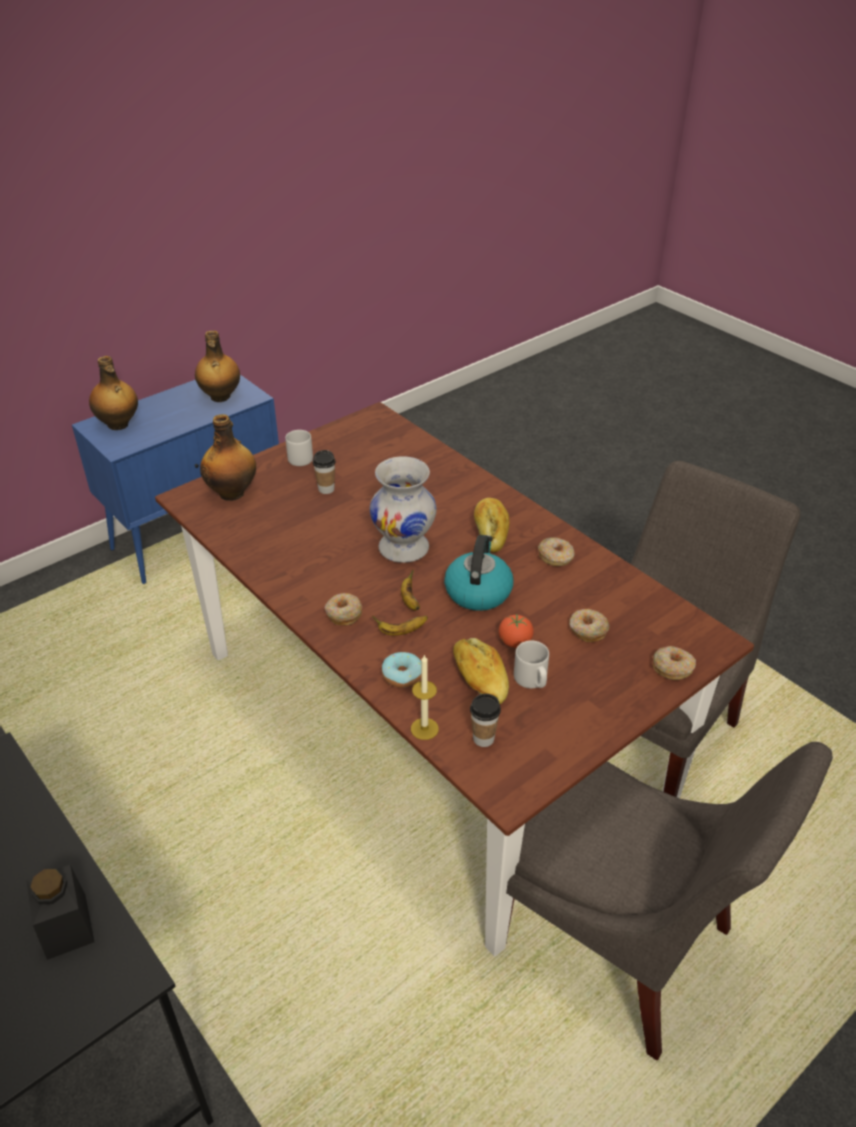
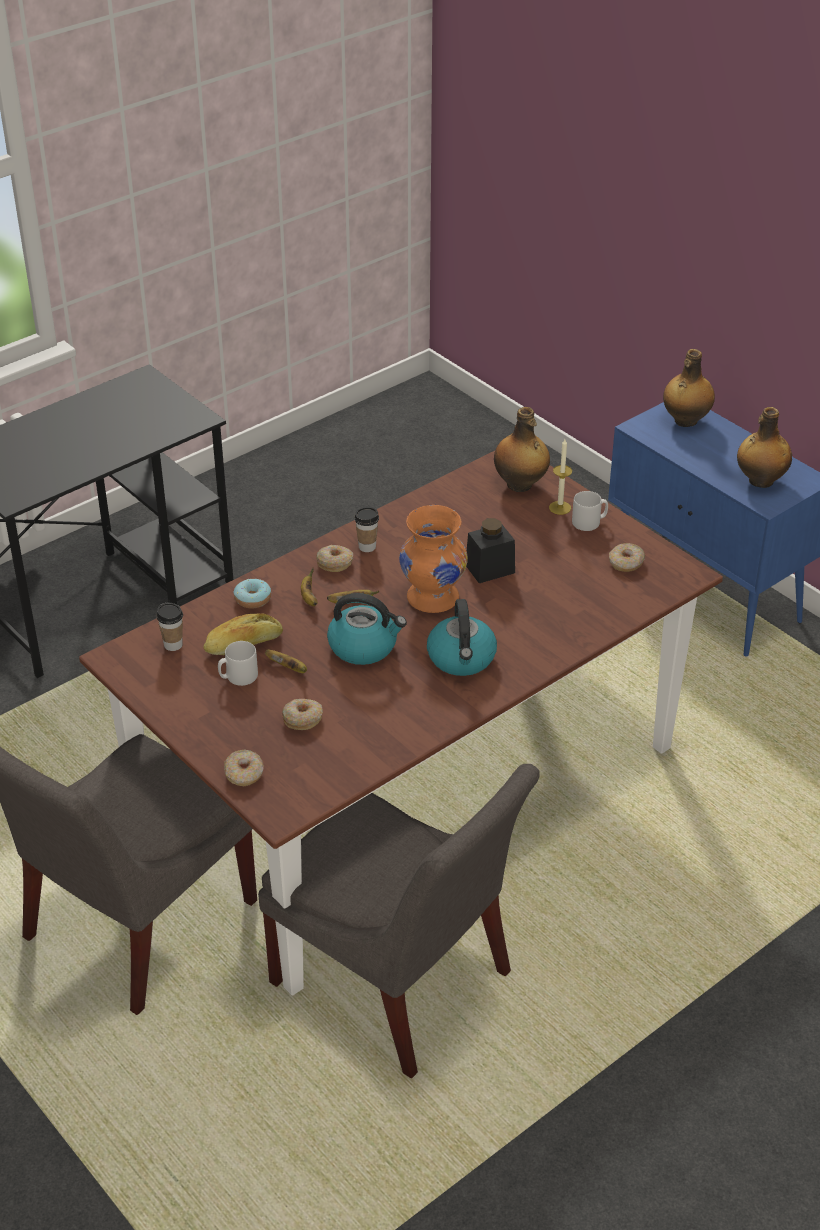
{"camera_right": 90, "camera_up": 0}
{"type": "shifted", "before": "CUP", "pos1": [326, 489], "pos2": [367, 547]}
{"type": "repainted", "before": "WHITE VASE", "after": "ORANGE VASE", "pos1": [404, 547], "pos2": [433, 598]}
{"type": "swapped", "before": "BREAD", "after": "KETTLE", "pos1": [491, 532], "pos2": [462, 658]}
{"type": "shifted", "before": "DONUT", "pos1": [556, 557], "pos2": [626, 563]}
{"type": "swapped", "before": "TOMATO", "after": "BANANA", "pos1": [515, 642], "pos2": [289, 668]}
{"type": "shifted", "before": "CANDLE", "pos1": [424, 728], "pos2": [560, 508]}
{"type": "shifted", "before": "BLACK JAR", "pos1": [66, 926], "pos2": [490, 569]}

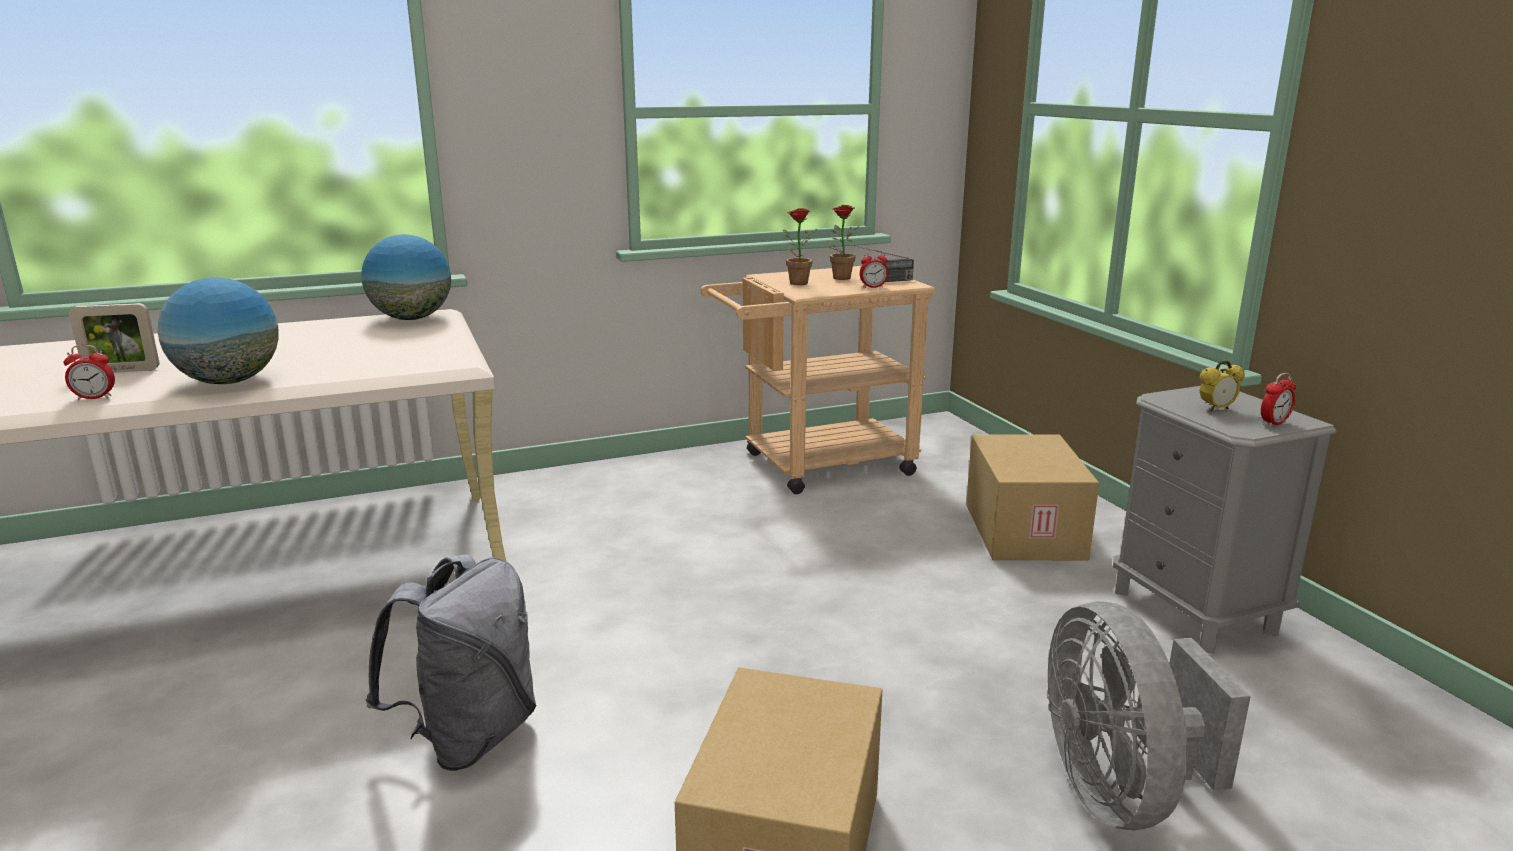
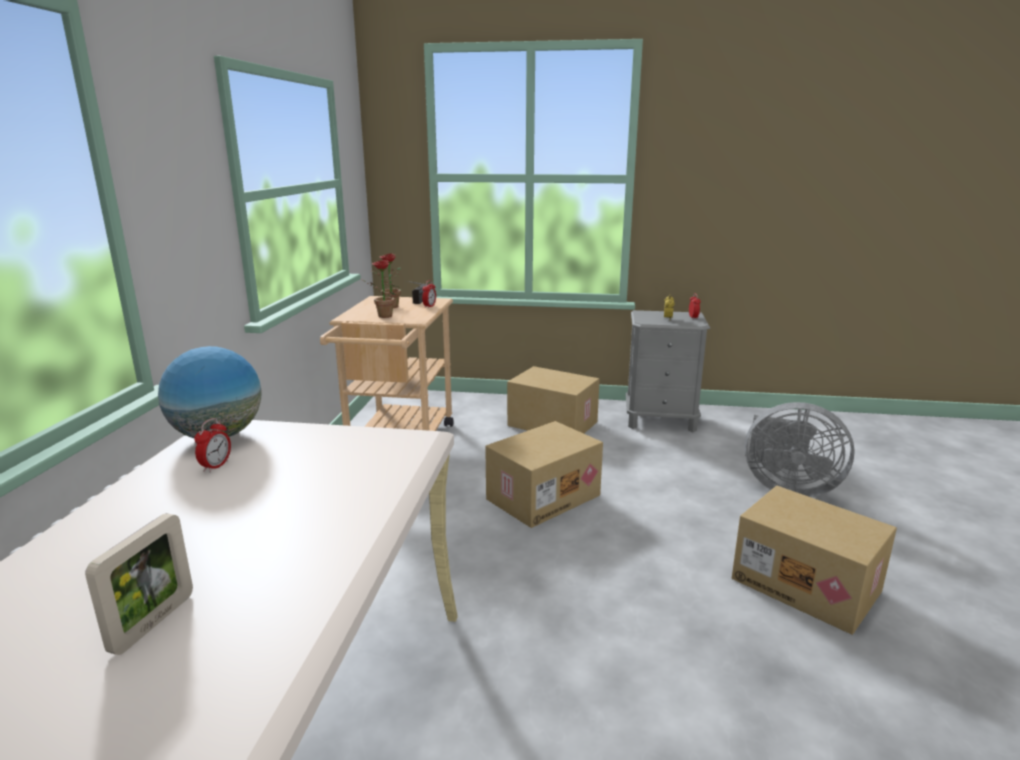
{"camera_right": -60, "camera_up": 0}
{"type": "gone", "before": "GLOBE", "pos1": [229, 382]}
{"type": "shifted", "before": "ALARM CLOCK", "pos1": [95, 398], "pos2": [216, 466]}
{"type": "gone", "before": "GREY BACKPACK", "pos1": [469, 737]}
{"type": "new", "after": "CARDBOARD BOX", "pos2": [543, 496]}

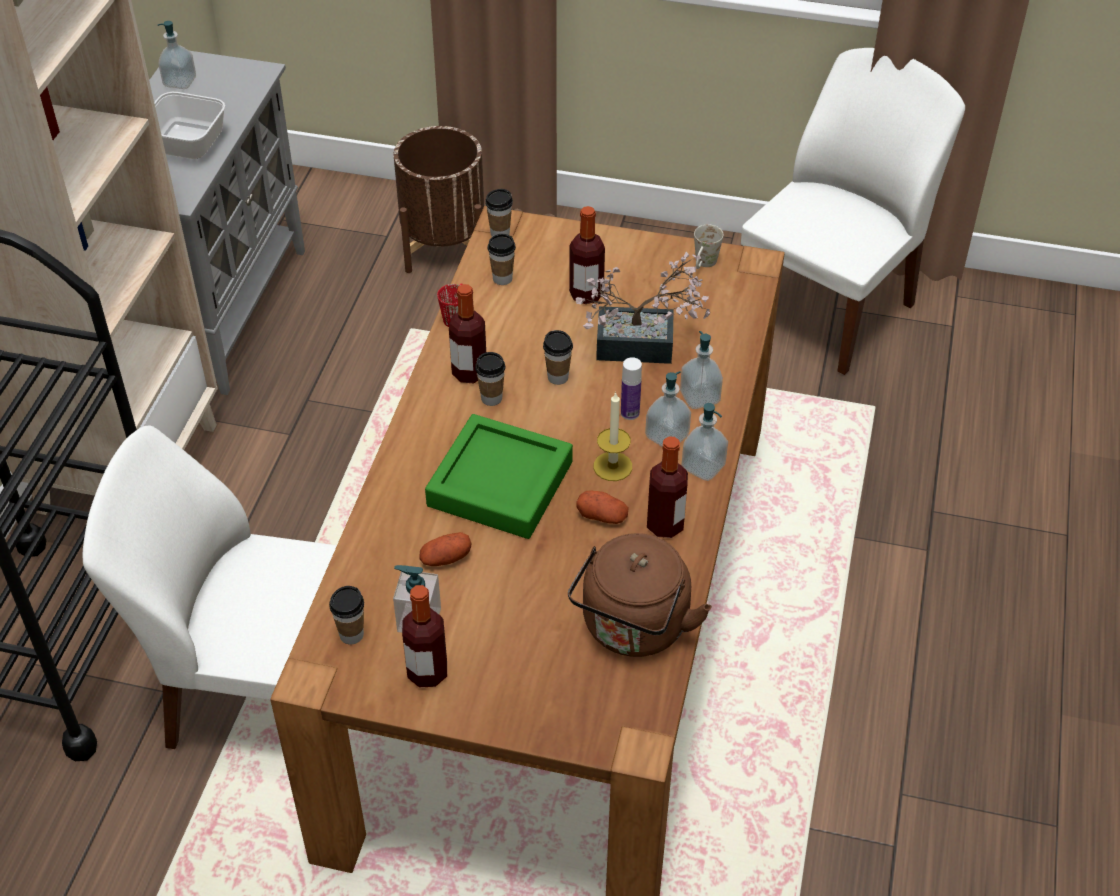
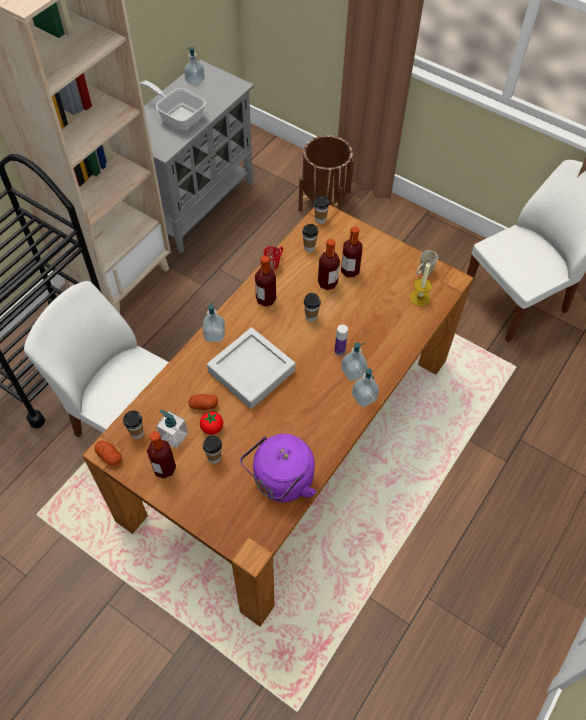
{"camera_right": 20, "camera_up": 10}
{"type": "gone", "before": "POTTED PLANT", "pos1": [645, 346]}
{"type": "shifted", "before": "SOAP DISPENSER", "pos1": [699, 397], "pos2": [214, 335]}
{"type": "shifted", "before": "CUP", "pos1": [491, 398], "pos2": [214, 457]}
{"type": "shifted", "before": "CANDLE", "pos1": [612, 466], "pos2": [419, 298]}
{"type": "repainted", "before": "GREEN TRAY", "after": "GREY TRAY", "pos1": [500, 484], "pos2": [251, 371]}
{"type": "shifted", "before": "BOTTLE", "pos1": [665, 525], "pos2": [327, 283]}
{"type": "shifted", "before": "POTATO", "pos1": [602, 516], "pos2": [109, 456]}
{"type": "repainted", "before": "BROWN KETTLE", "after": "PURPLE KETTLE", "pos1": [633, 629], "pos2": [281, 482]}
{"type": "new", "after": "TOMATO", "pos2": [212, 428]}

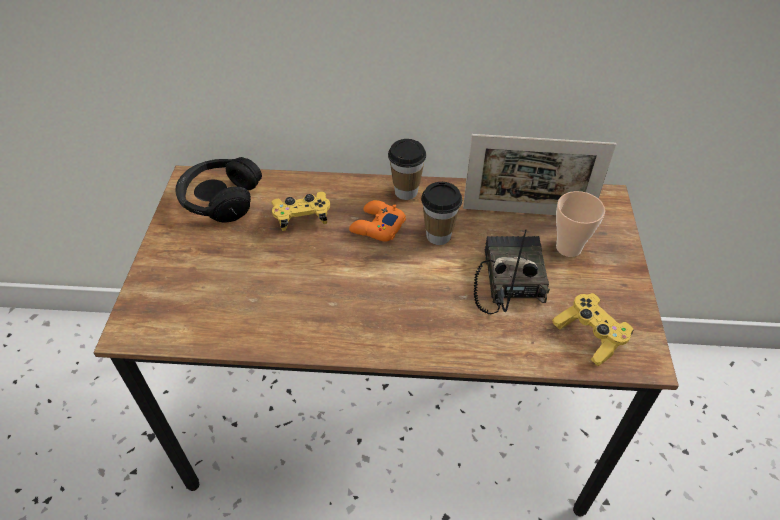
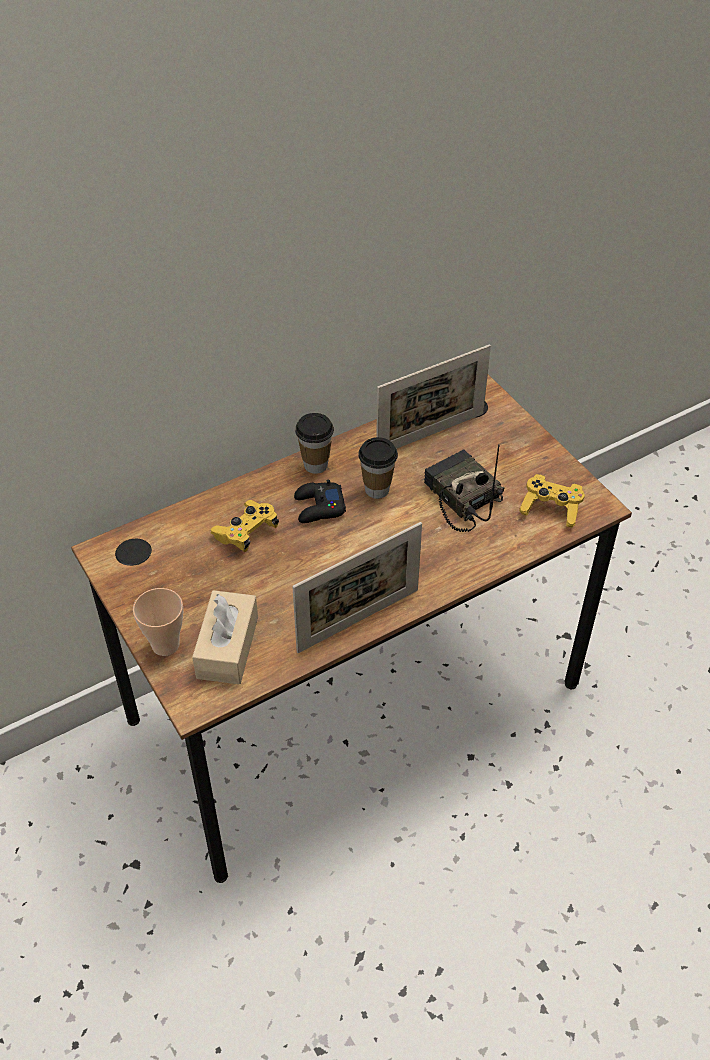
{"camera_right": -35, "camera_up": 0}
{"type": "gone", "before": "BLACK HEADPHONES", "pos1": [220, 199]}
{"type": "shifted", "before": "CUP", "pos1": [568, 247], "pos2": [165, 644]}
{"type": "repainted", "before": "ORANGE GAME CONTROLLER", "after": "BLACK GAME CONTROLLER", "pos1": [377, 226], "pos2": [319, 507]}
{"type": "new", "after": "PICTURE FRAME", "pos2": [358, 620]}
{"type": "new", "after": "BEIGE TISSUE BOX", "pos2": [227, 647]}

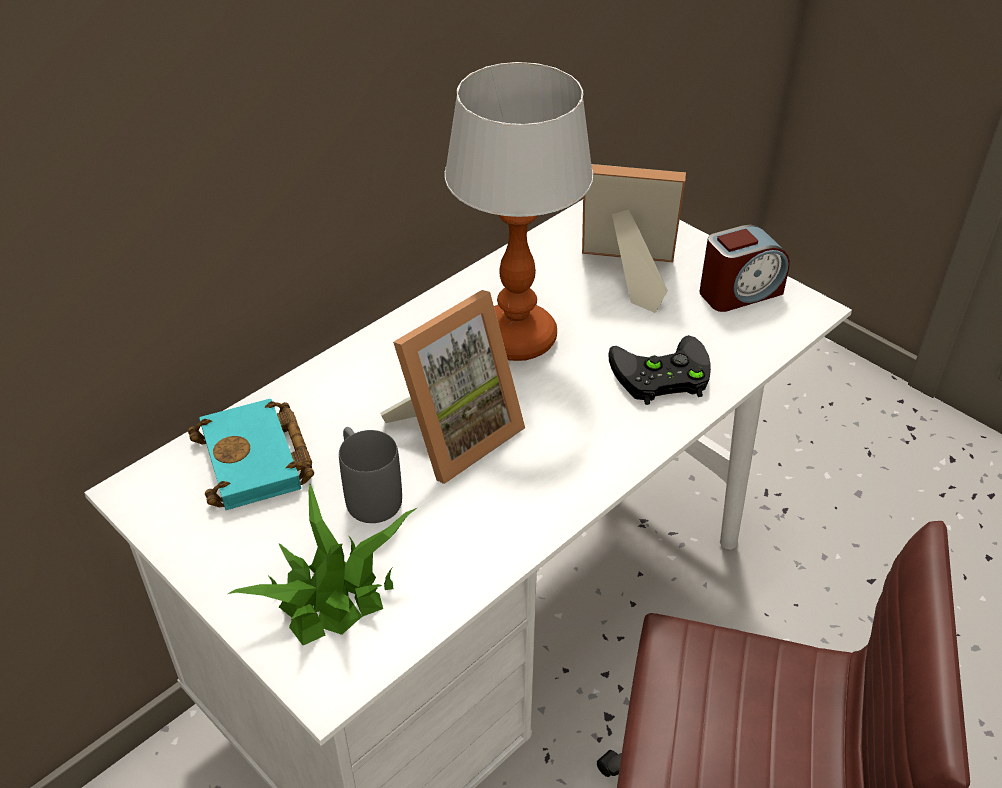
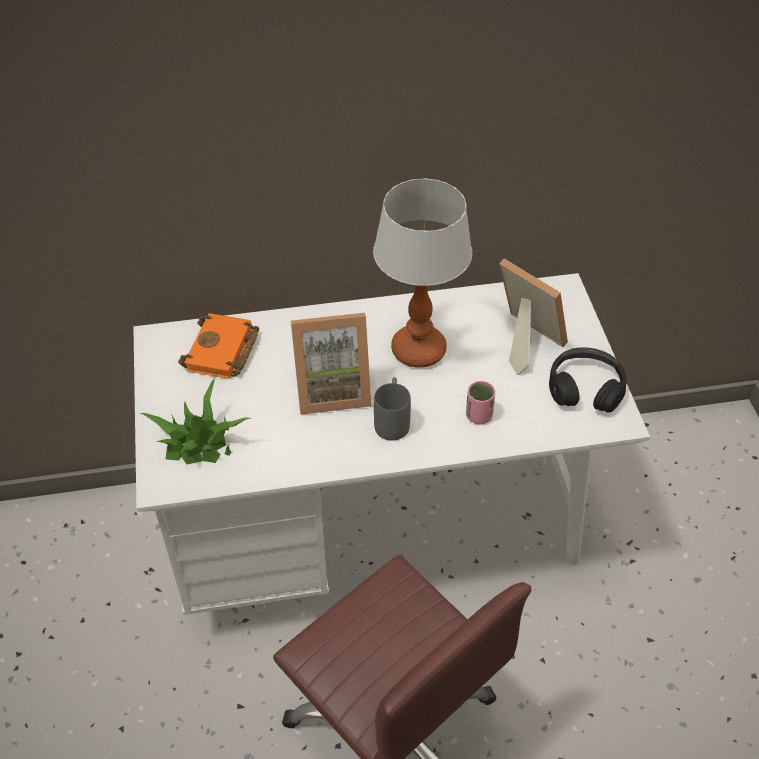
{"camera_right": 35, "camera_up": 5}
{"type": "swapped", "before": "ALARM CLOCK", "after": "BLACK HEADPHONES", "pos1": [739, 292], "pos2": [585, 388]}
{"type": "swapped", "before": "BLACK GAME CONTROLLER", "after": "PINK CUP", "pos1": [659, 376], "pos2": [478, 416]}
{"type": "repainted", "before": "TURQUOISE BOOK", "after": "ORANGE BOOK", "pos1": [258, 462], "pos2": [222, 352]}
{"type": "shifted", "before": "GREY MUG", "pos1": [368, 493], "pos2": [392, 420]}

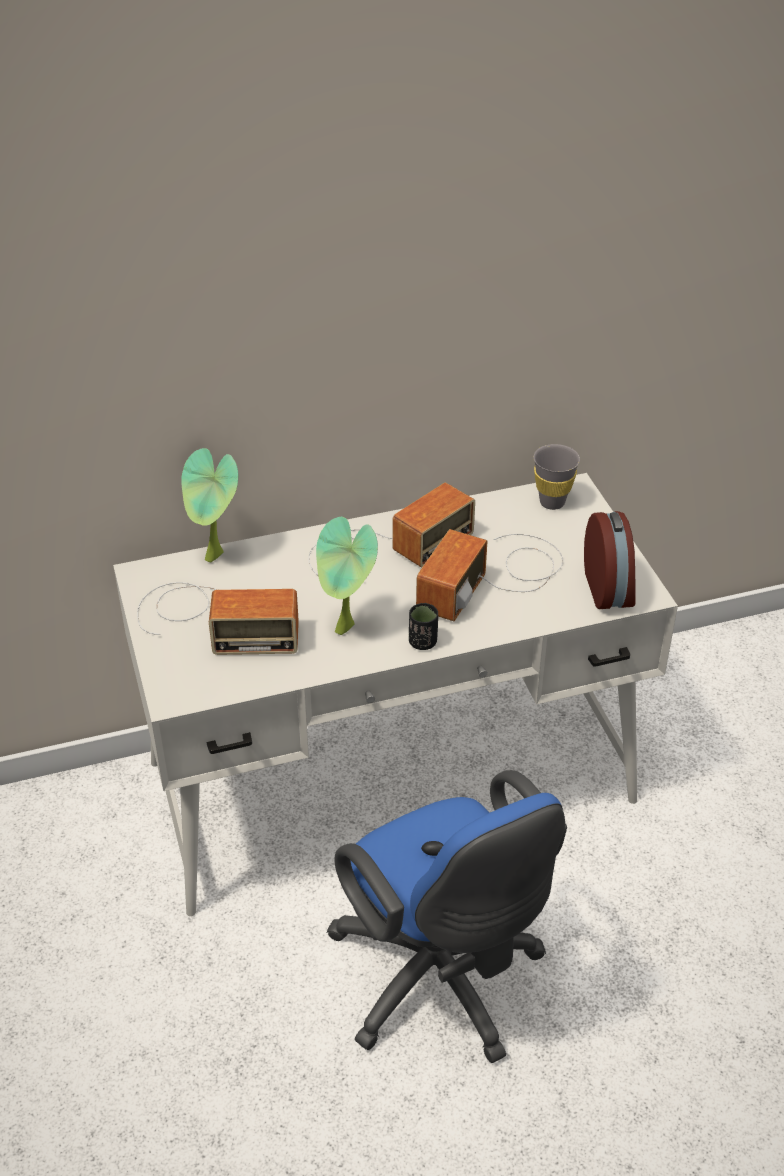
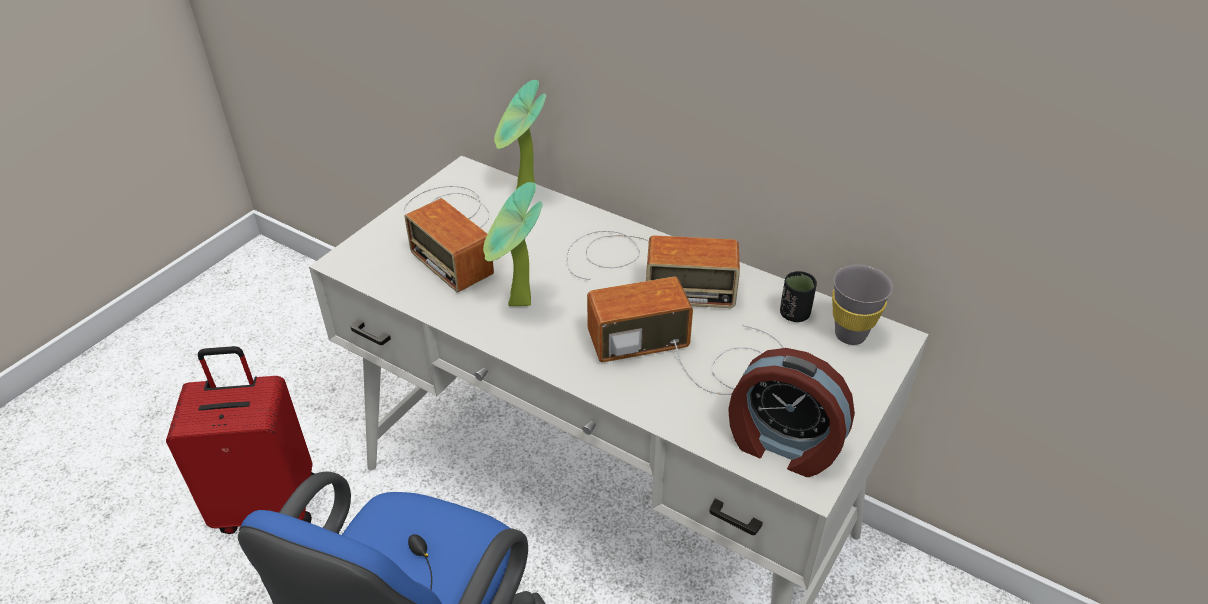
{"camera_right": 50, "camera_up": 0}
{"type": "rotated", "before": "ALARM CLOCK", "pos1": [609, 588], "pos2": [782, 446], "turn": 75}
{"type": "shifted", "before": "BLACK CUP", "pos1": [423, 642], "pos2": [794, 314]}
{"type": "new", "after": "RED SUITCASE", "pos2": [268, 504]}

